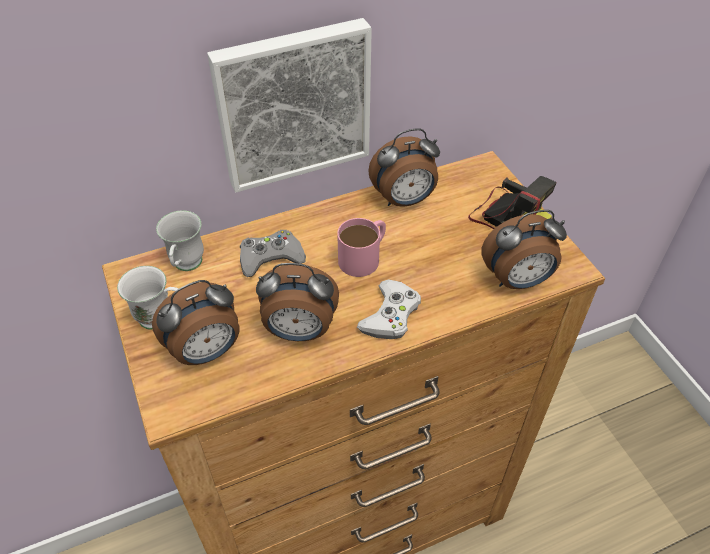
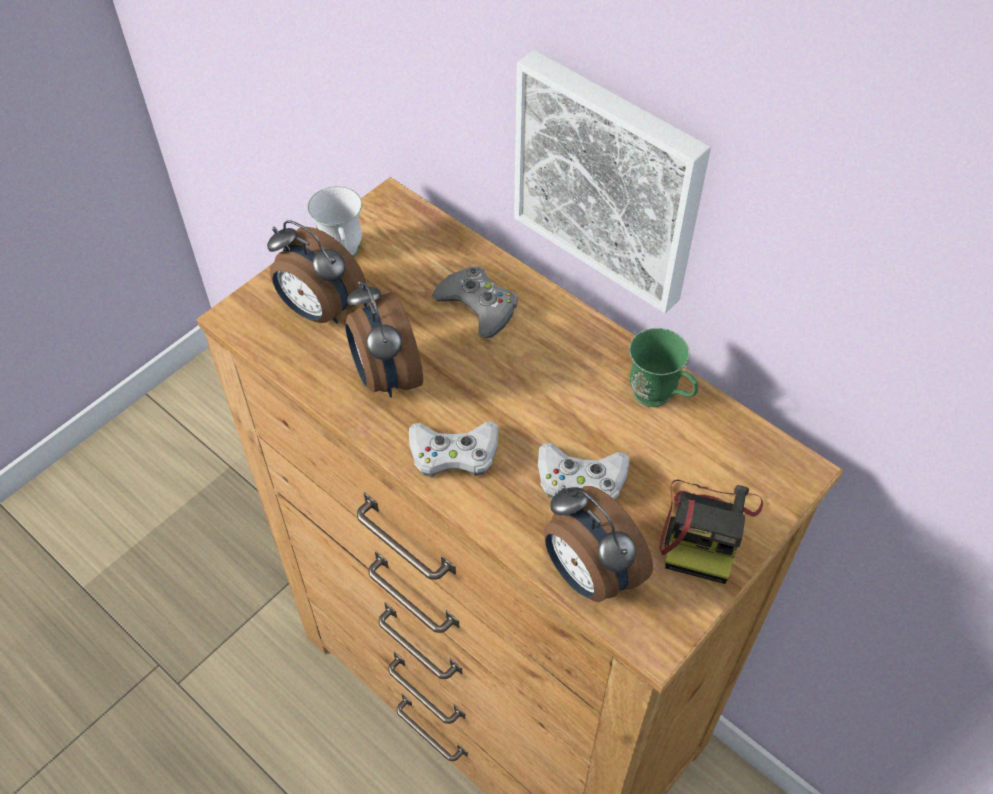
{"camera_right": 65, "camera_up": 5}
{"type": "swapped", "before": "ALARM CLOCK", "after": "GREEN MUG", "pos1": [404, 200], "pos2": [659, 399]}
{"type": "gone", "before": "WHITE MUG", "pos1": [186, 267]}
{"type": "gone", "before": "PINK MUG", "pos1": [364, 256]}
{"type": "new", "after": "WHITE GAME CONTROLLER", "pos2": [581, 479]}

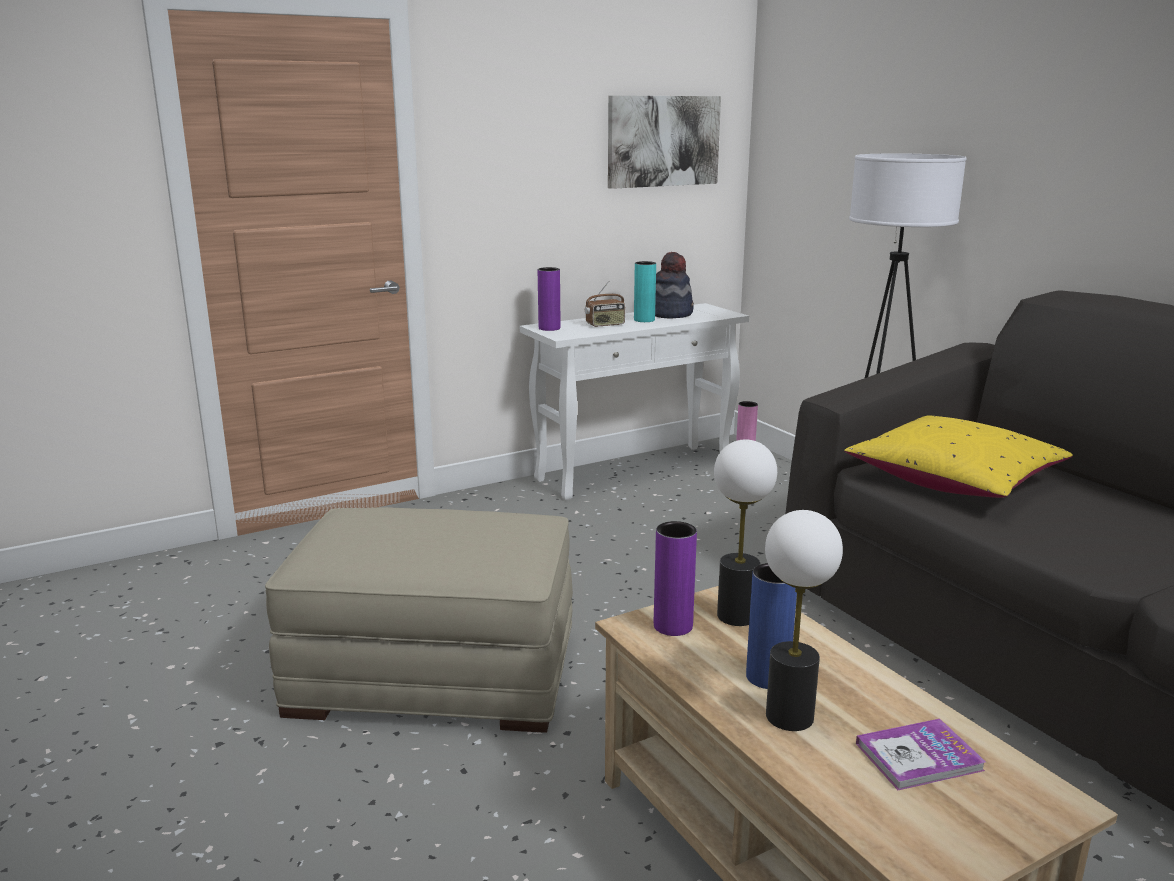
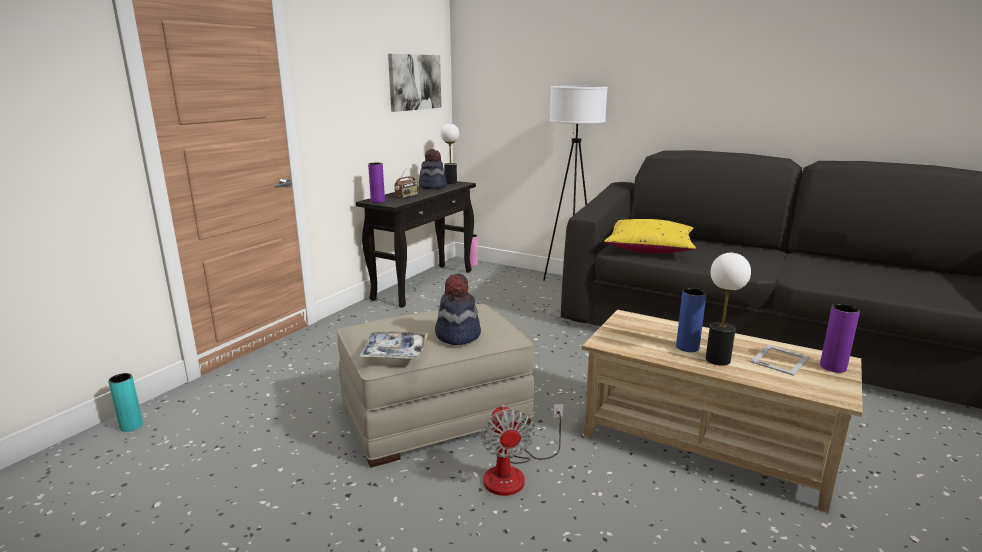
{"camera_right": -30, "camera_up": 0}
{"type": "shifted", "before": "TURQUOISE VASE", "pos1": [644, 320], "pos2": [131, 426]}
{"type": "repainted", "before": "WHITE CONSOLE TABLE", "after": "BLACK CONSOLE TABLE", "pos1": [635, 471], "pos2": [424, 284]}
{"type": "shifted", "before": "TABLE LAMP", "pos1": [736, 616], "pos2": [450, 182]}
{"type": "shifted", "before": "PURPLE VASE", "pos1": [673, 626], "pos2": [833, 367]}
{"type": "swapped", "before": "BOOK", "after": "PICTURE FRAME", "pos1": [919, 757], "pos2": [780, 359]}
{"type": "new", "after": "HAT", "pos2": [457, 335]}
{"type": "new", "after": "TRAY", "pos2": [395, 352]}
{"type": "new", "after": "FAN", "pos2": [514, 473]}

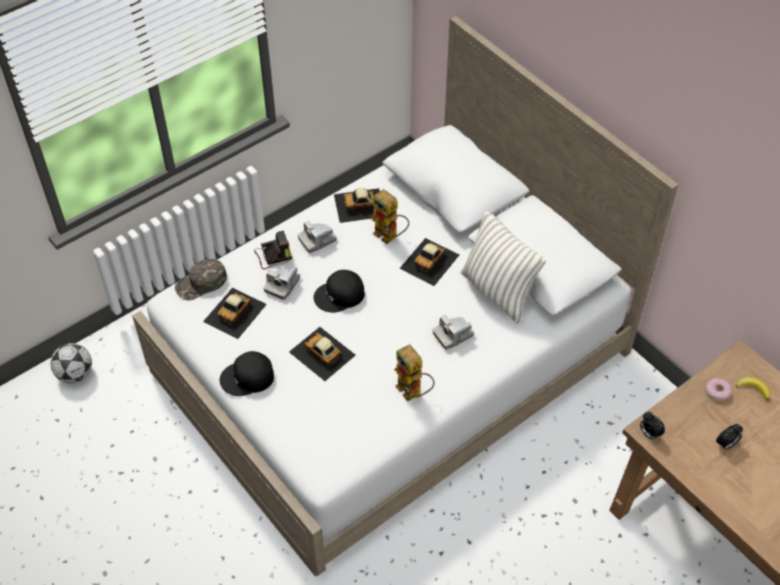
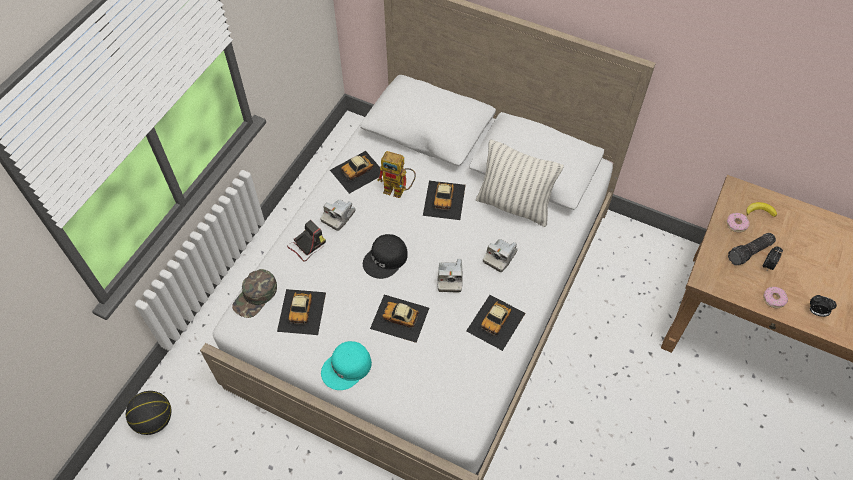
{"camera_right": -25, "camera_up": 5}
{"type": "shifted", "before": "PHOTO CAMERA", "pos1": [282, 285], "pos2": [449, 279]}
{"type": "swapped", "before": "FOOTBALL", "after": "BASKETBALL", "pos1": [75, 374], "pos2": [154, 420]}
{"type": "swapped", "before": "TOY ROBOT", "after": "TOY CAR", "pos1": [413, 393], "pos2": [496, 322]}
{"type": "repainted", "before": "BLACK CAP", "after": "TURQUOISE CAP", "pos1": [248, 378], "pos2": [347, 368]}
{"type": "shifted", "before": "ALARM CLOCK", "pos1": [649, 433], "pos2": [816, 312]}
{"type": "new", "after": "FLASHLIGHT", "pos2": [750, 253]}
{"type": "new", "after": "DONUT", "pos2": [774, 299]}

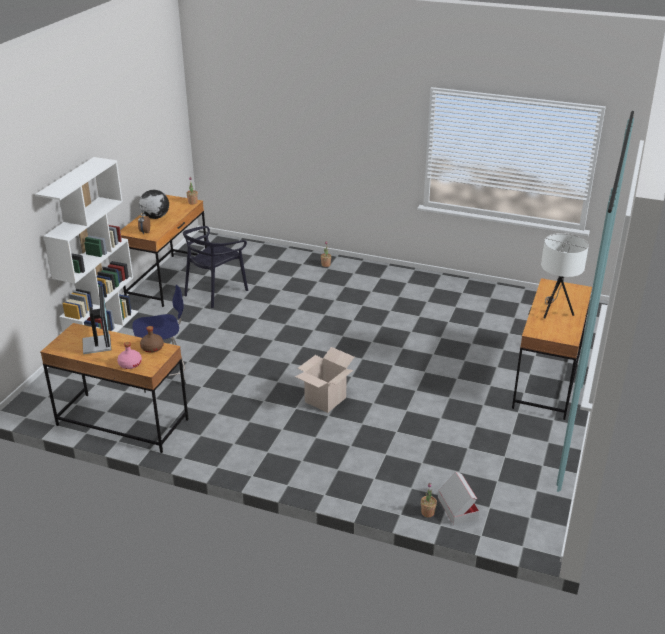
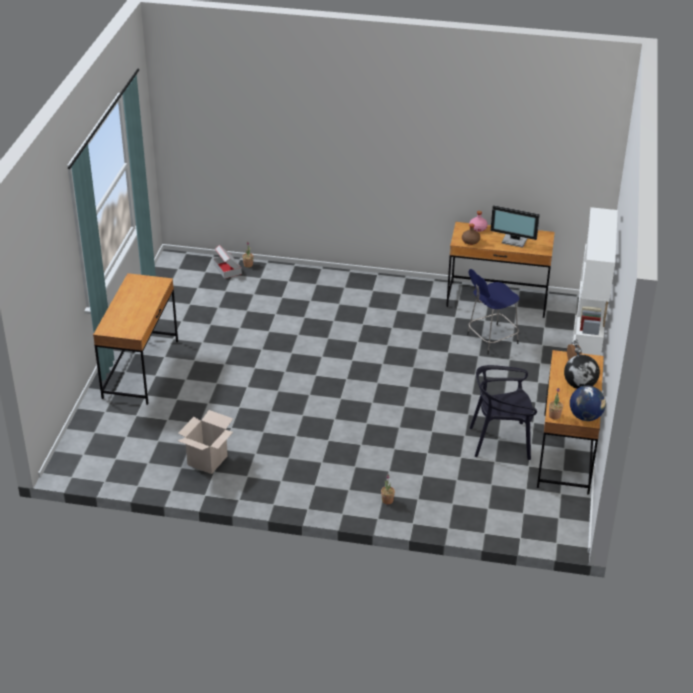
{"camera_right": 170, "camera_up": 5}
{"type": "rotated", "before": "BLACK CHAIR", "pos1": [215, 292], "pos2": [500, 441], "turn": -120}
{"type": "gone", "before": "WHITE TABLE LAMP", "pos1": [554, 311]}
{"type": "rotated", "before": "MONITOR", "pos1": [98, 344], "pos2": [515, 240], "turn": -45}
{"type": "shifted", "before": "CARDBOARD BOX", "pos1": [325, 400], "pos2": [207, 460]}
{"type": "new", "after": "GLOBE", "pos2": [585, 416]}

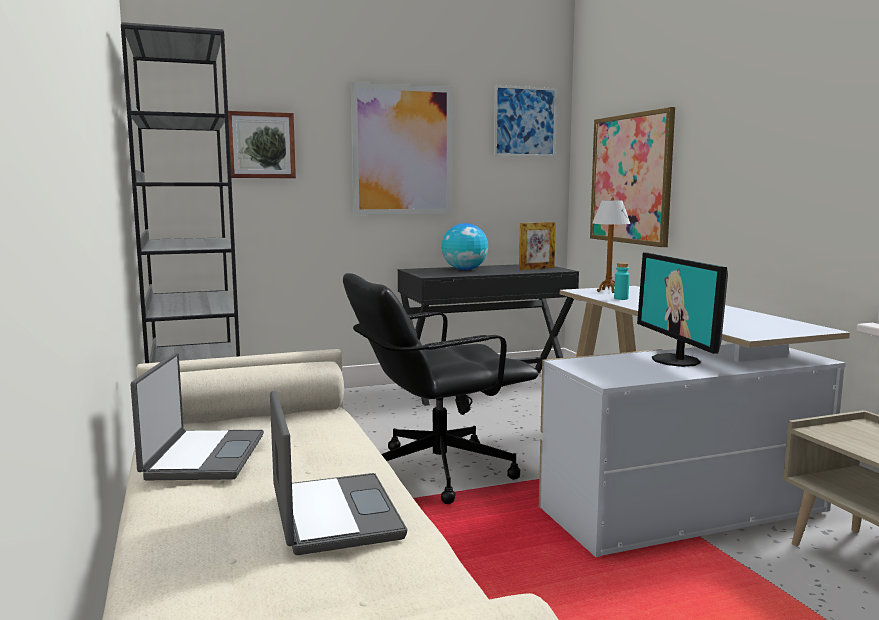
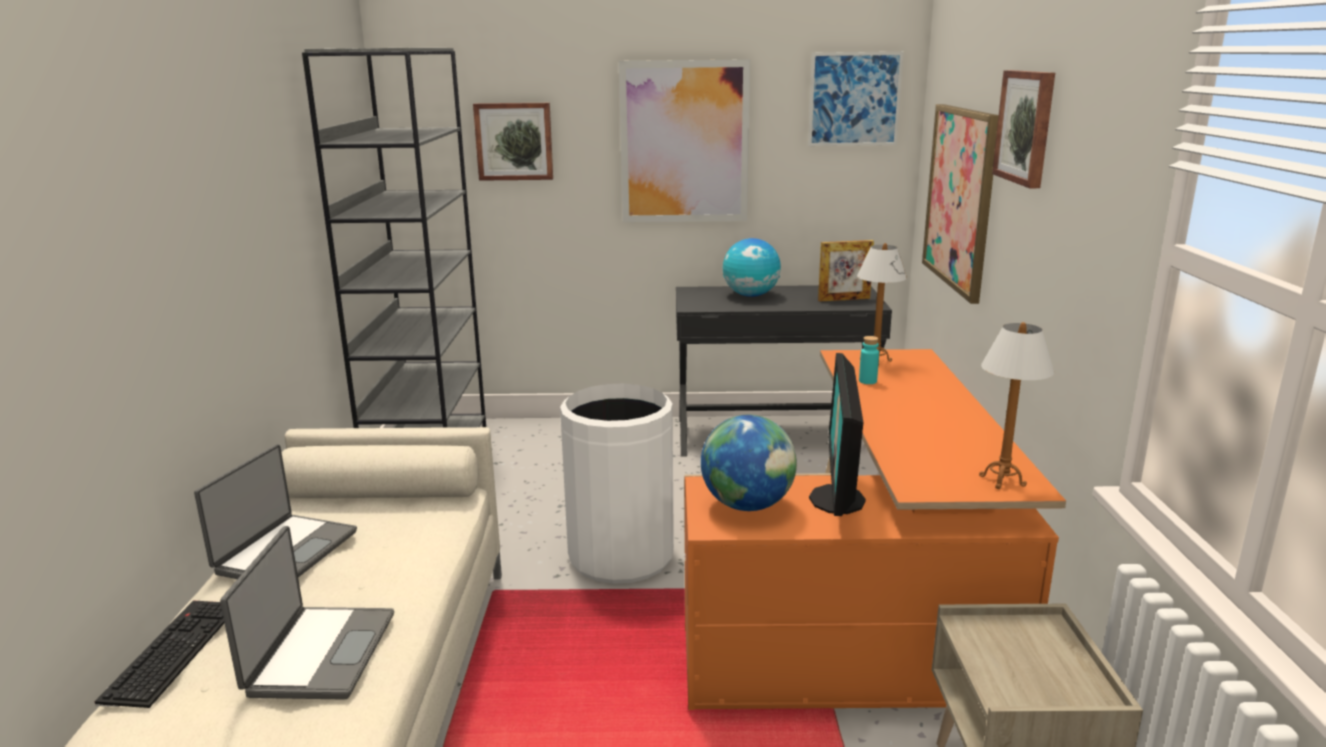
{"camera_right": 20, "camera_up": 10}
{"type": "swapped", "before": "BLACK OFFICE CHAIR", "after": "WHITE TRASH CAN", "pos1": [436, 471], "pos2": [620, 556]}
{"type": "repainted", "before": "WHITE DESK", "after": "ORANGE DESK", "pos1": [661, 476], "pos2": [869, 610]}
{"type": "new", "after": "PICTURE", "pos2": [1026, 127]}
{"type": "new", "after": "TABLE LAMP", "pos2": [1002, 481]}
{"type": "new", "after": "GLOBE", "pos2": [747, 505]}
{"type": "new", "after": "KEYBOARD", "pos2": [172, 650]}

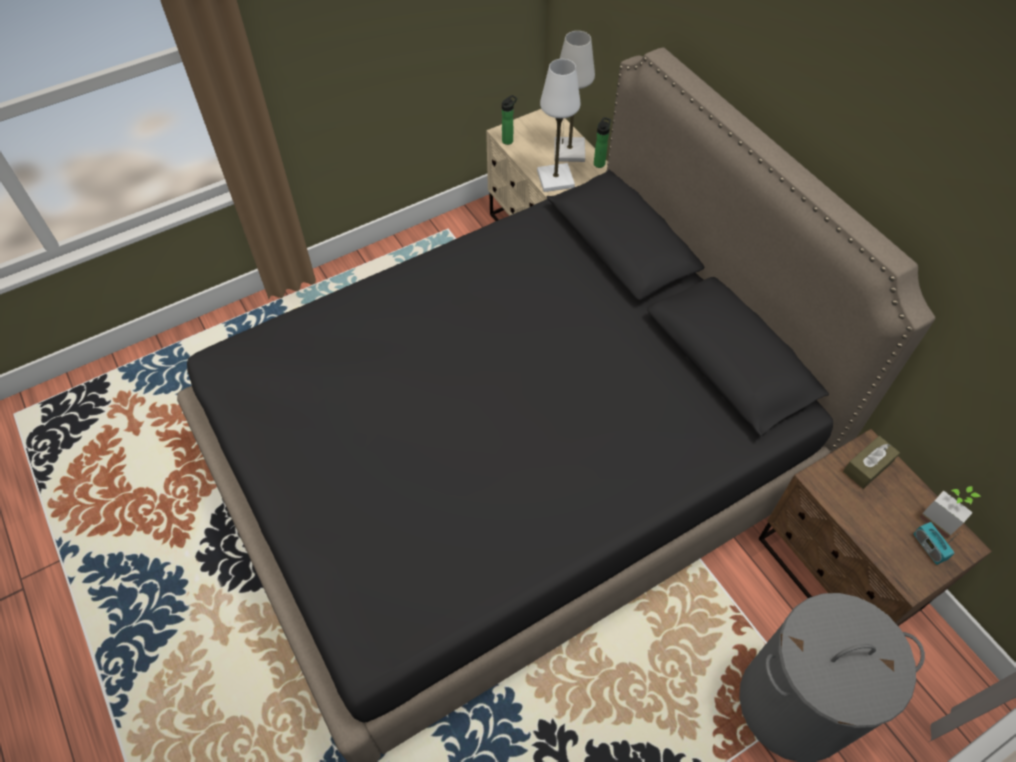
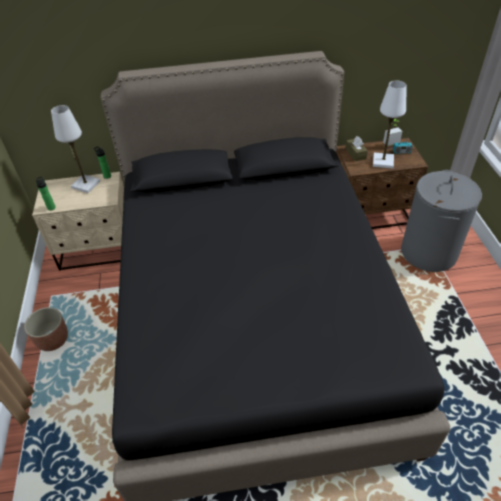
{"camera_right": -65, "camera_up": -10}
{"type": "shifted", "before": "WHITE TABLE LAMP", "pos1": [555, 179], "pos2": [383, 161]}
{"type": "new", "after": "PLANTER", "pos2": [53, 339]}

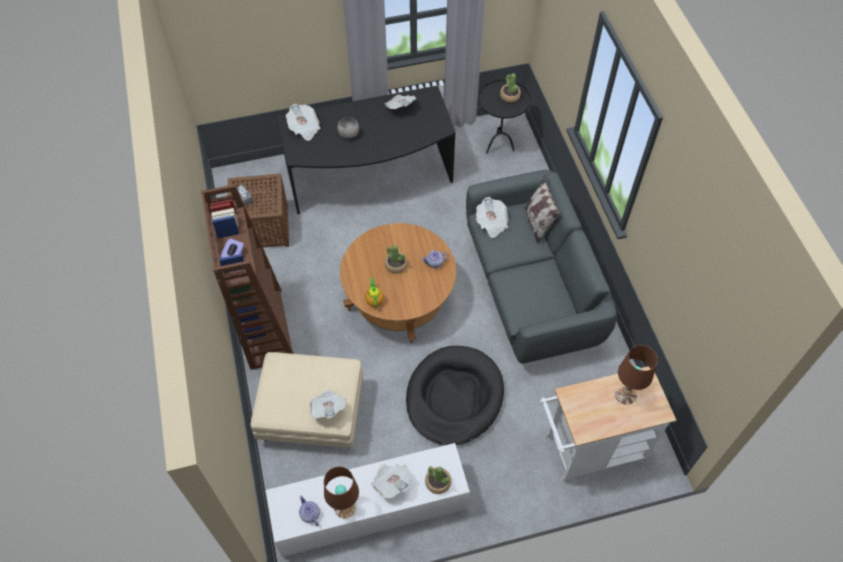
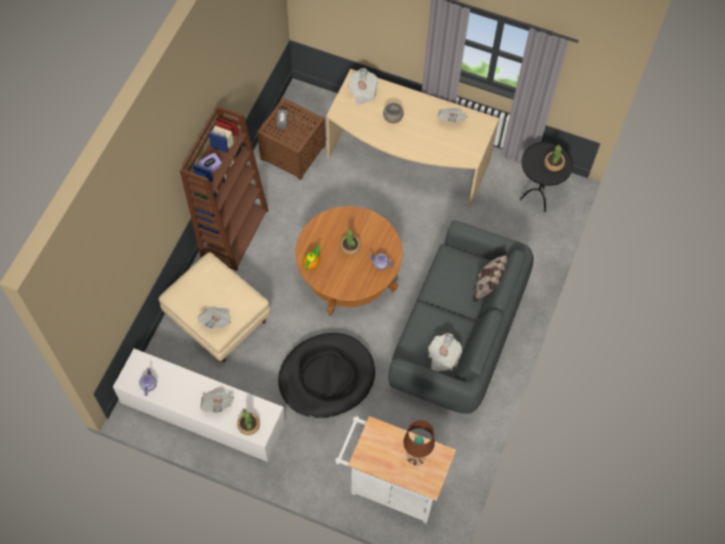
{"camera_right": 35, "camera_up": 5}
{"type": "repainted", "before": "BLACK DESK", "after": "BEIGE DESK", "pos1": [370, 178], "pos2": [407, 162]}
{"type": "shifted", "before": "NEWSPAPER", "pos1": [491, 223], "pos2": [443, 357]}
{"type": "gone", "before": "BROWN TABLE LAMP", "pos1": [344, 507]}

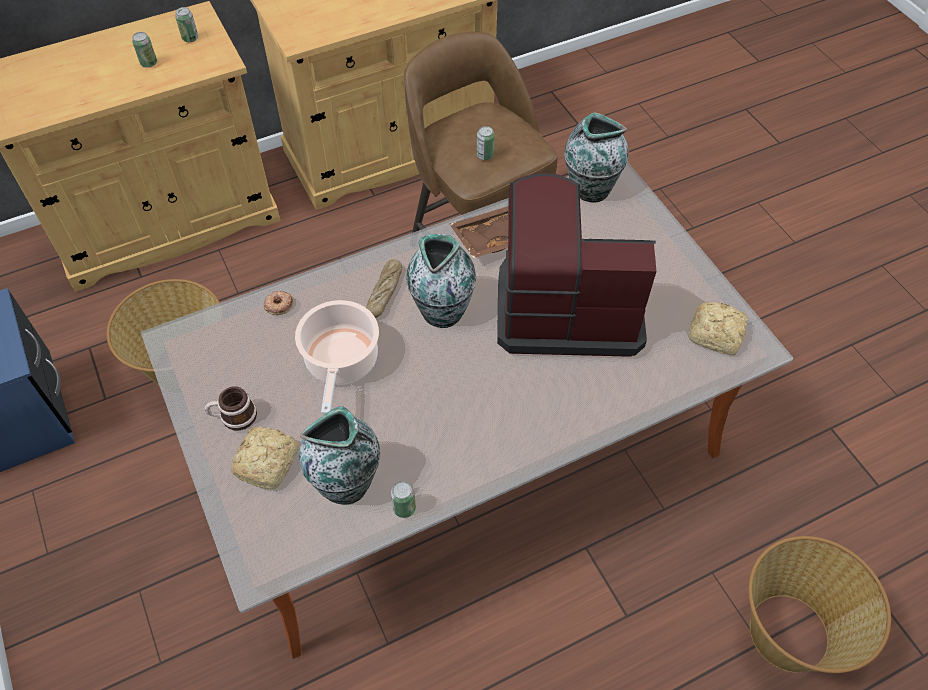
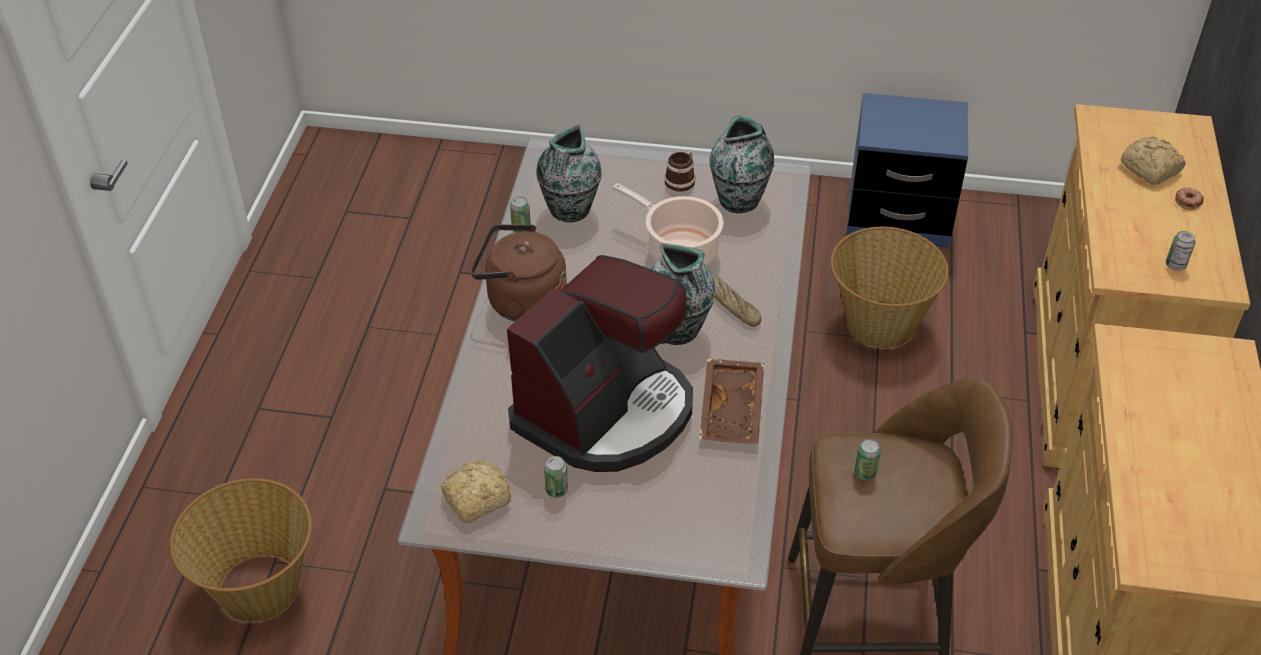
{"camera_right": 125, "camera_up": -10}
{"type": "shifted", "before": "CAN", "pos1": [149, 63], "pos2": [556, 490]}
{"type": "shifted", "before": "VASE", "pos1": [590, 189], "pos2": [739, 200]}
{"type": "shifted", "before": "DONUT", "pos1": [278, 304], "pos2": [1188, 201]}
{"type": "shifted", "before": "BREAD", "pos1": [268, 461], "pos2": [1150, 170]}
{"type": "new", "after": "BROWN KETTLE", "pos2": [521, 302]}

